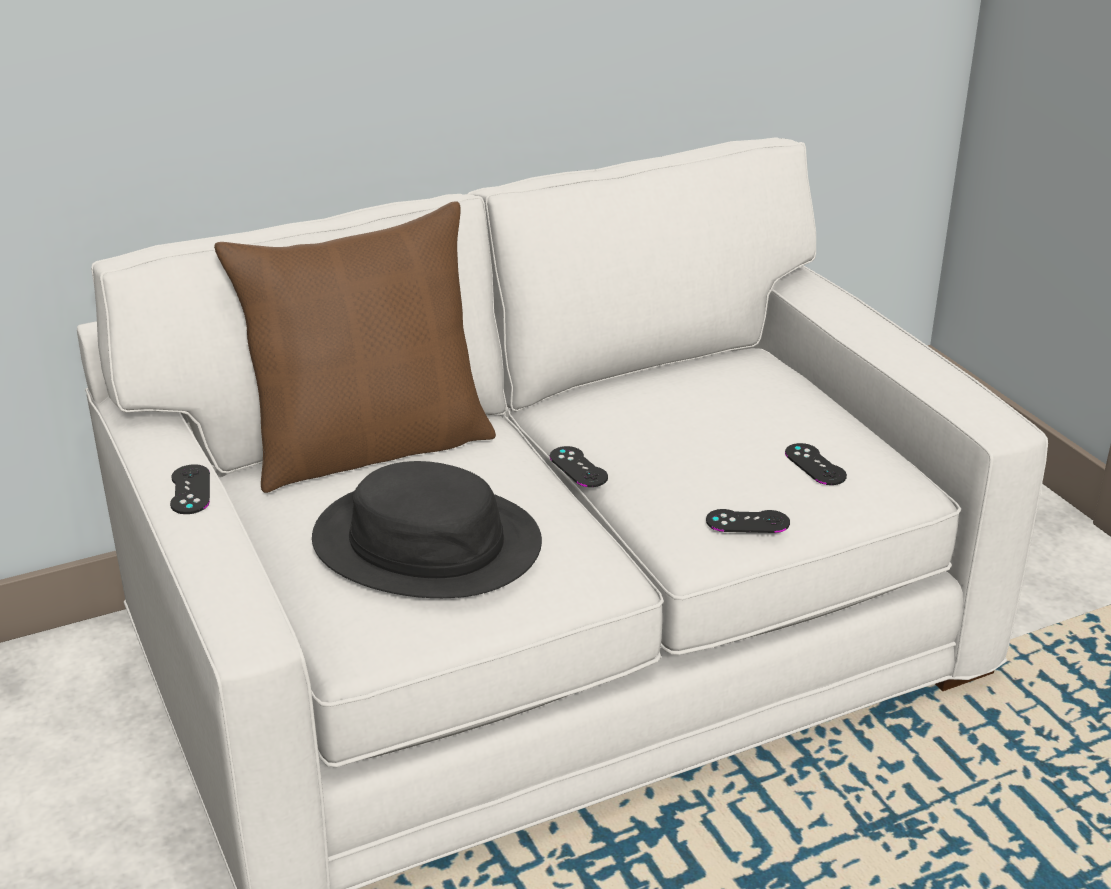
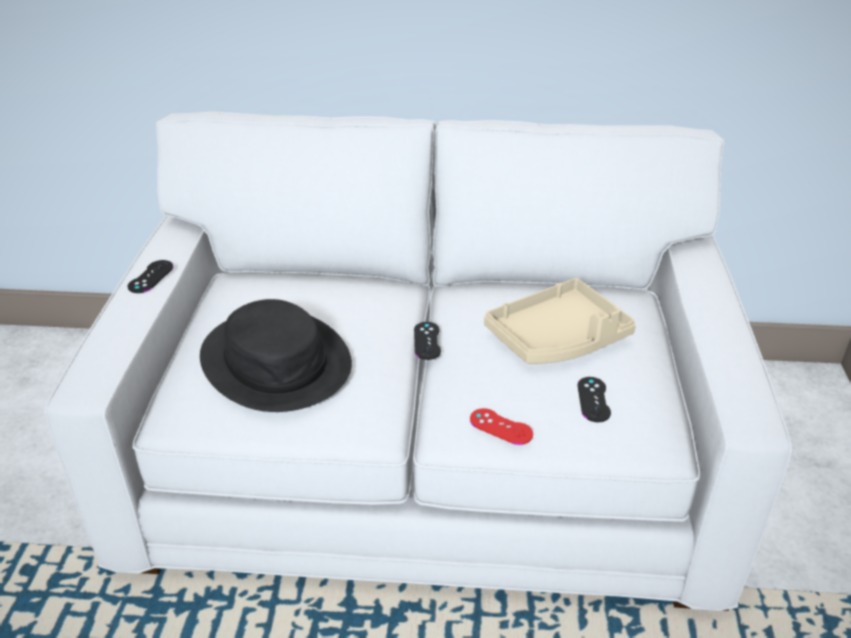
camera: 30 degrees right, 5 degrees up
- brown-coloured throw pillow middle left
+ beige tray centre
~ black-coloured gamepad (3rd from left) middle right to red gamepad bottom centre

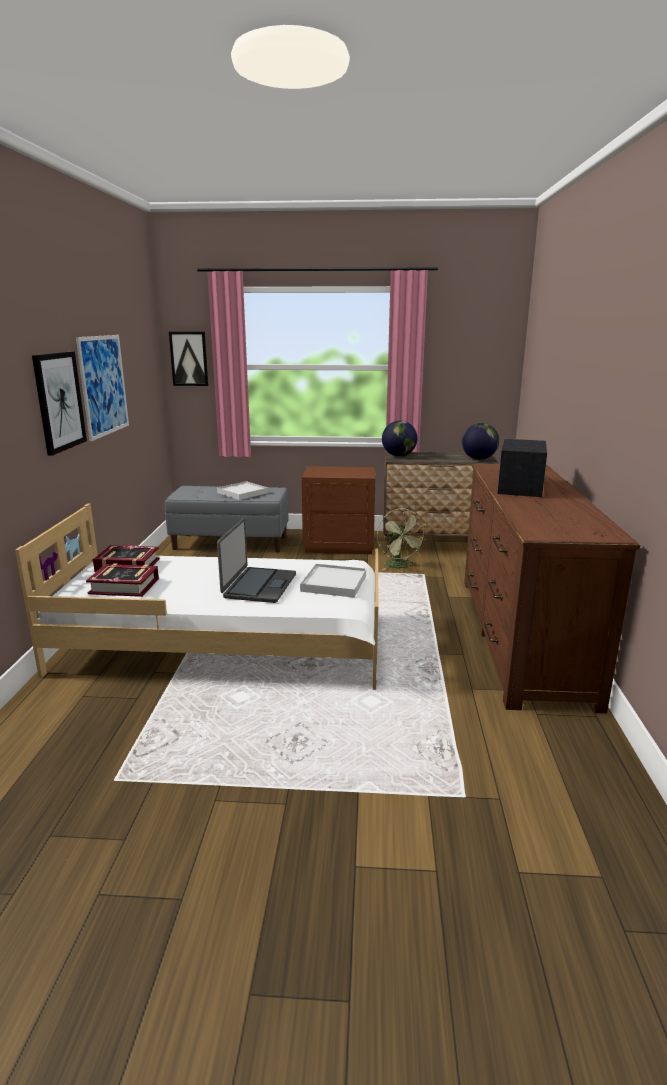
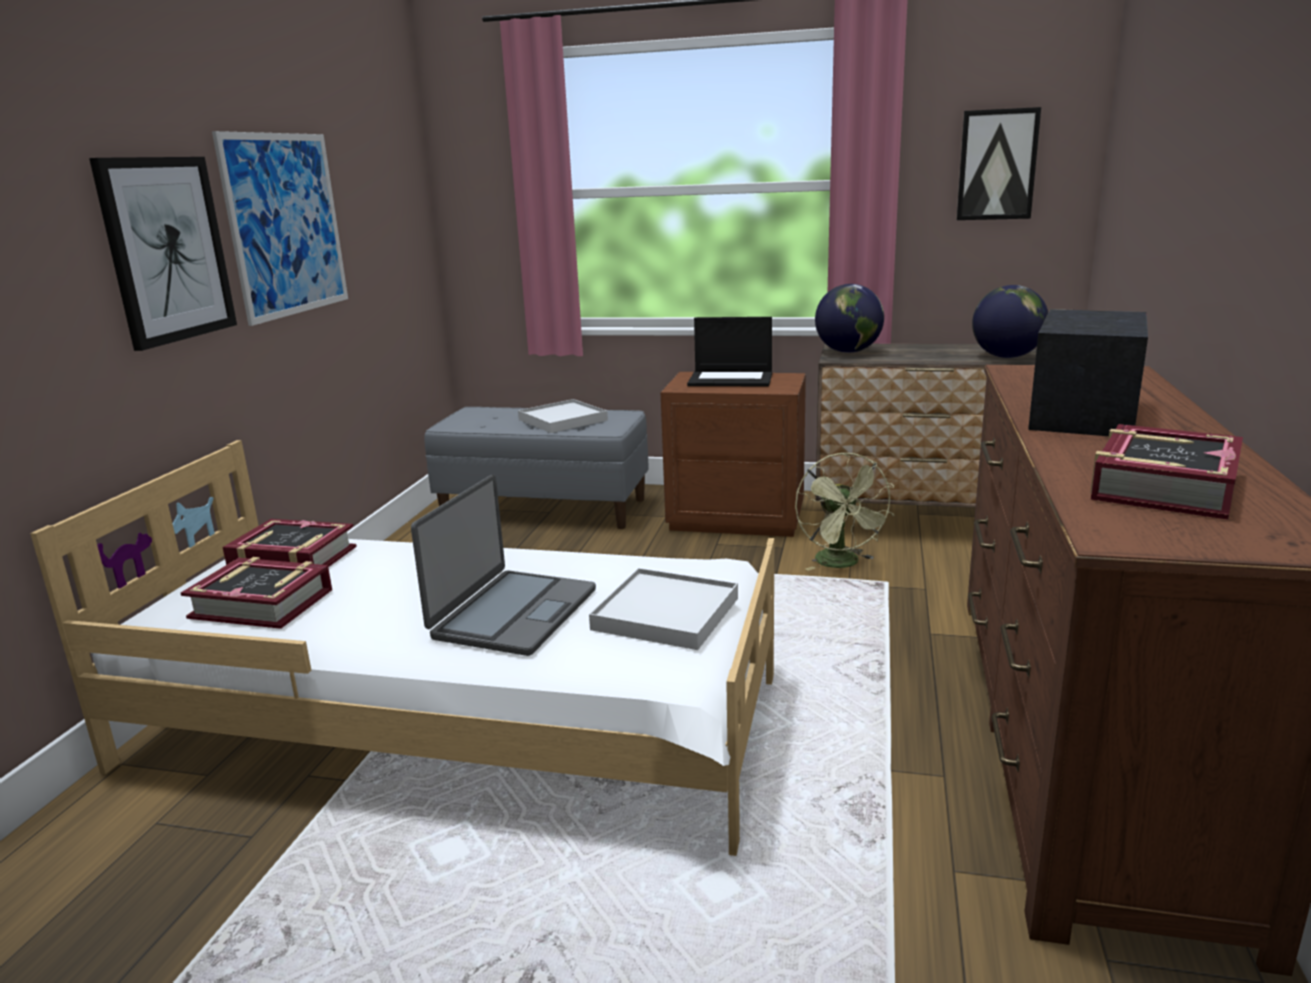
camera: 10 degrees right, 0 degrees up
+ notebook computer (2nd from left) centre
+ bound book (3rd from left) middle right
~ wall picture (3rd from left) top left to top right

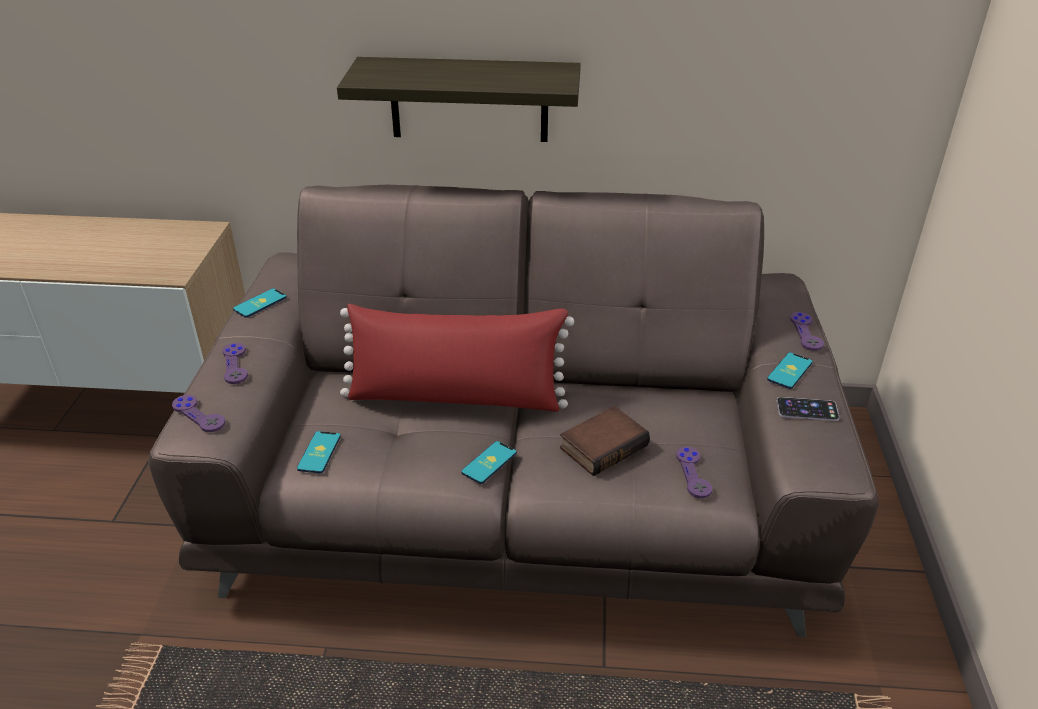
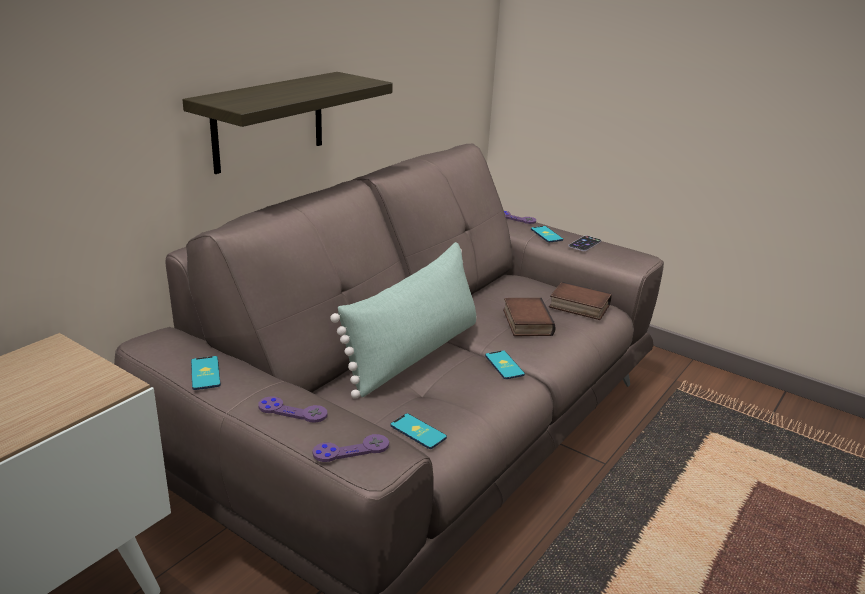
camera: 60 degrees left, 10 degrees down
~ purple-coloured gamepad (3rd from left) middle right to bound book (2nd from left) middle right
~ red throw pillow centre to greenish throw pillow centre

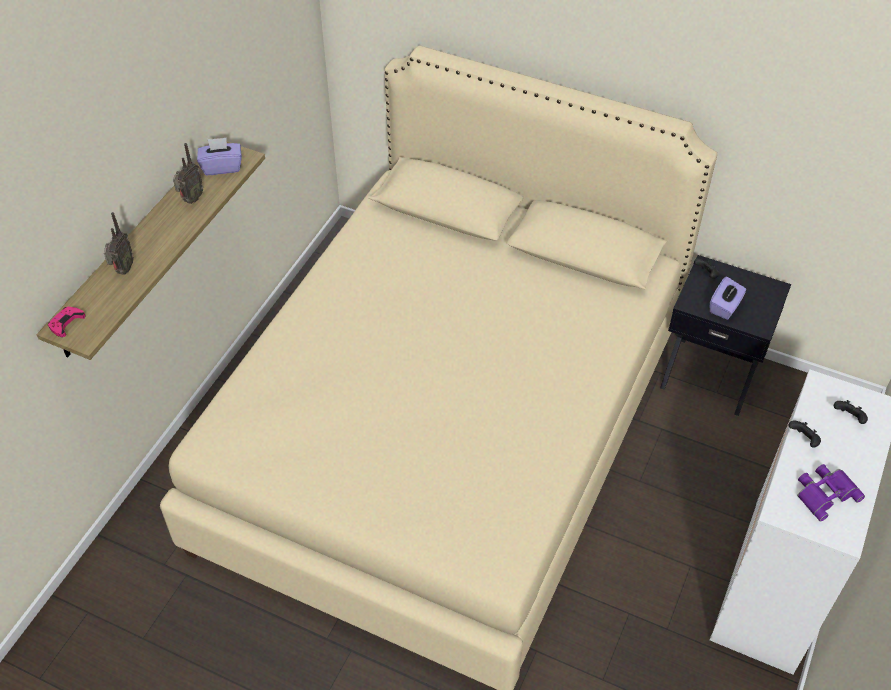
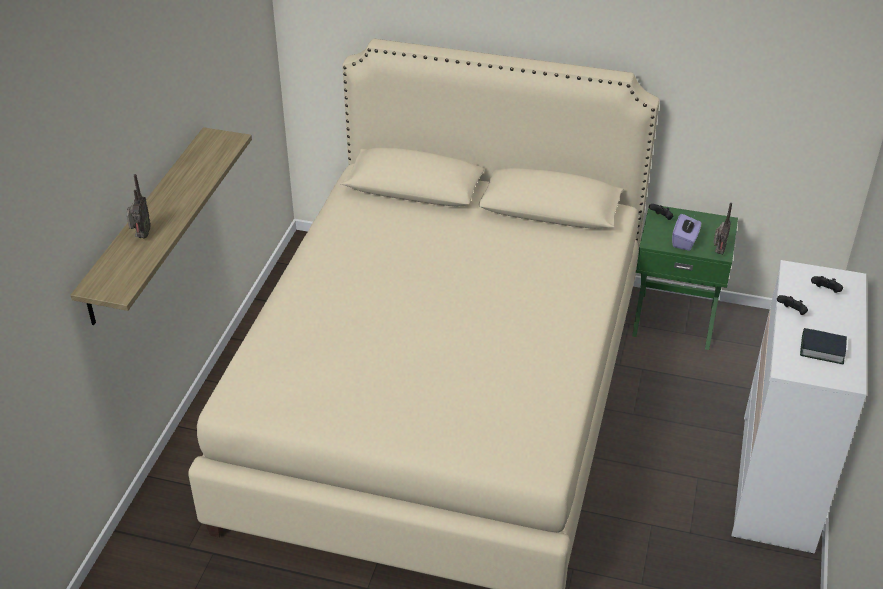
camera: 10 degrees left, 10 degrees down
- pink-coloured gamepad middle left
- purple-coloured tissue box (1st from left) top left
~ radio receiver (2nd from left) top left to middle right
~ purple-coloured binoculars bottom right to bound book middle right
~ black-coloured night table middle right to greenish night table middle right

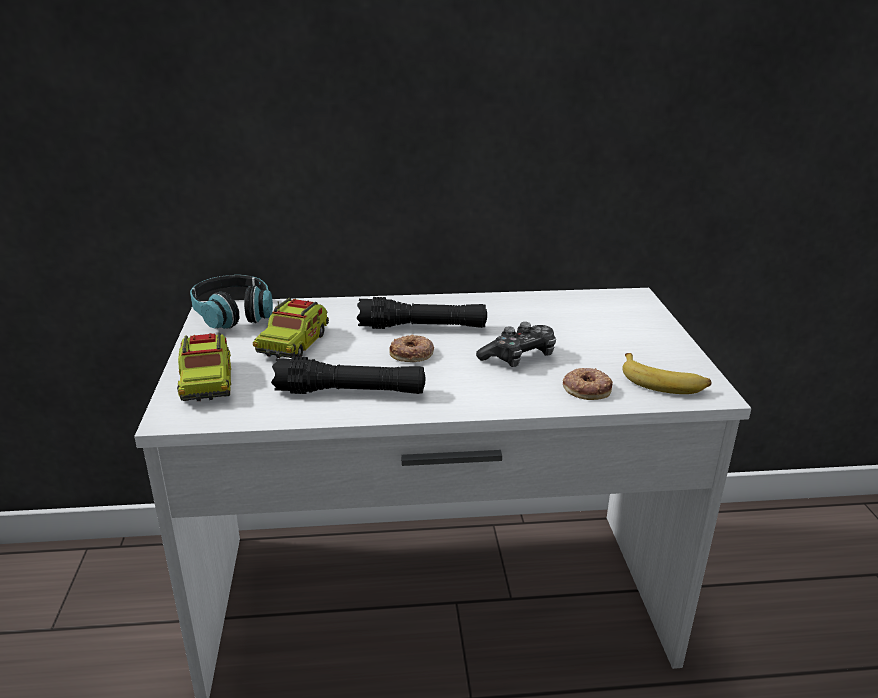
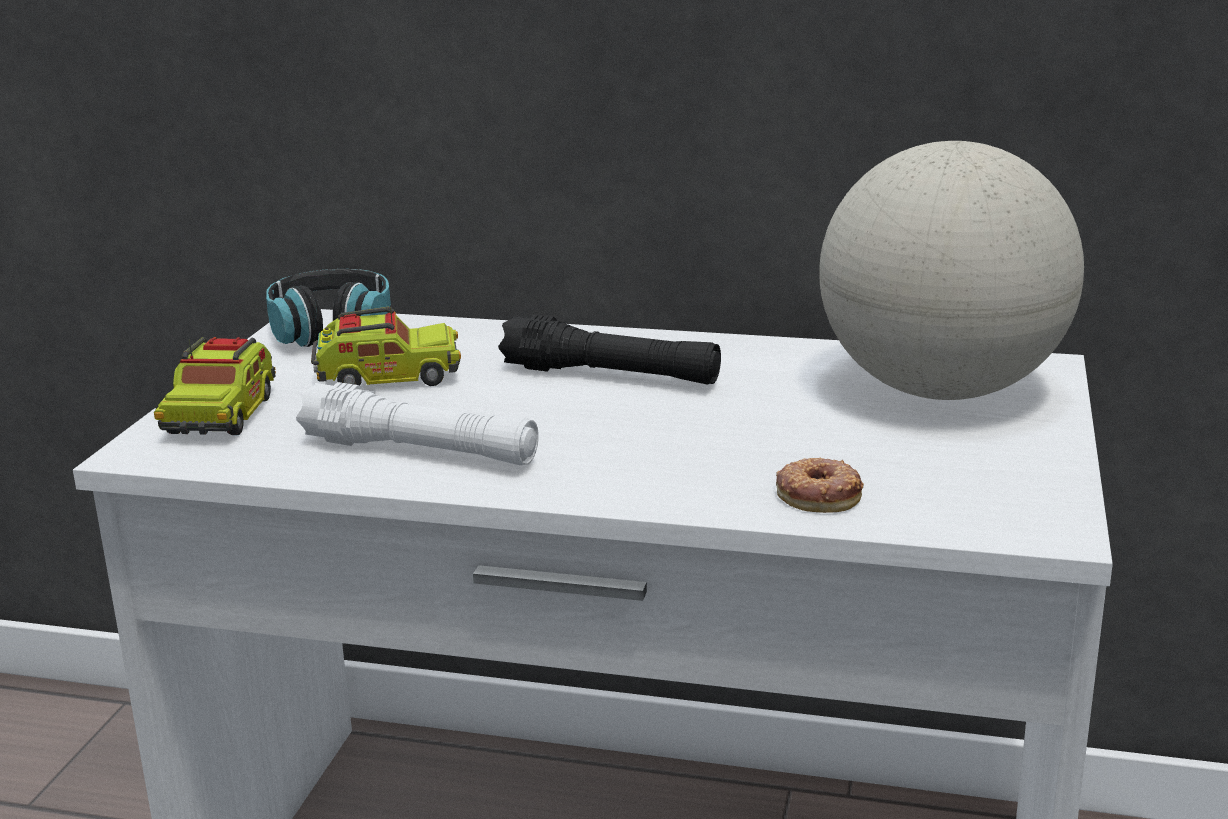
camera: 20 degrees right, 5 degrees down
- doughnut (1st from left) centre
- gamepad centre
- banana middle right
+ globe top right
~ black-coloured hand torch (1st from left) centre to white-coloured hand torch centre
~ toy truck (2nd from left) middle left = middle left 135 degrees counterclockwise

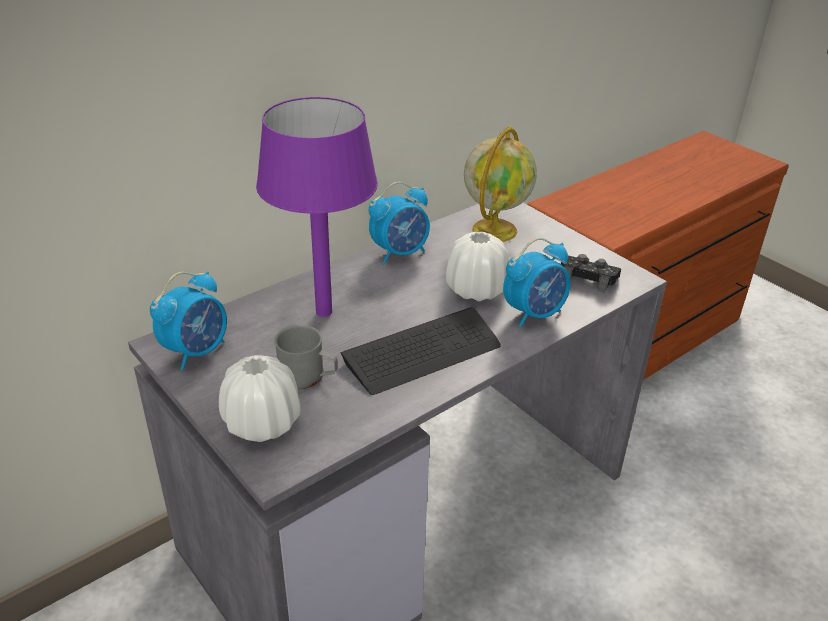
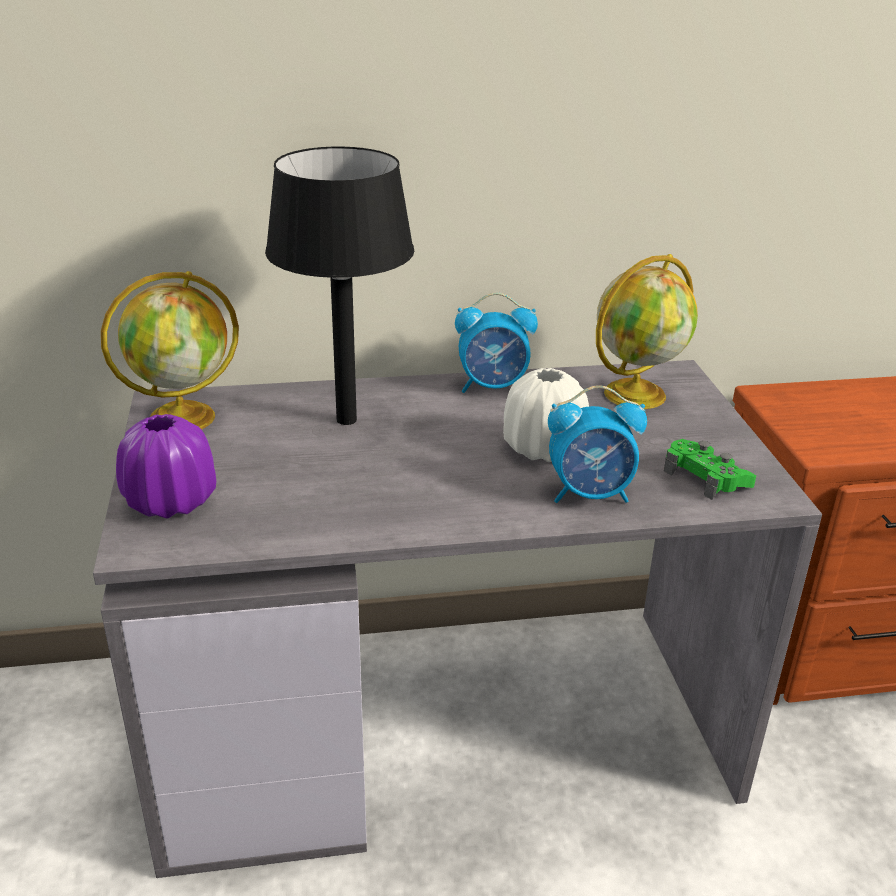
camera: 30 degrees right, 5 degrees down
- grey mug centre
- keyboard centre
~ alarm clock (1st from left) middle left to globe (1st from left) middle left
~ white-coloured flower vase (1st from left) middle left to purple-coloured flower vase middle left
~ purple-coloured lamp for a table centre to black-coloured lamp for a table top centre
~ black-coloured gamepad middle right to greenish gamepad middle right

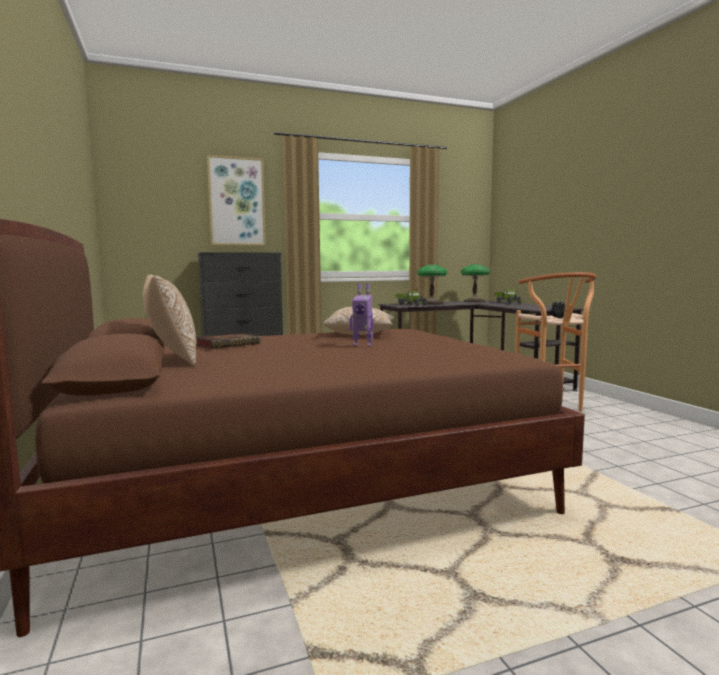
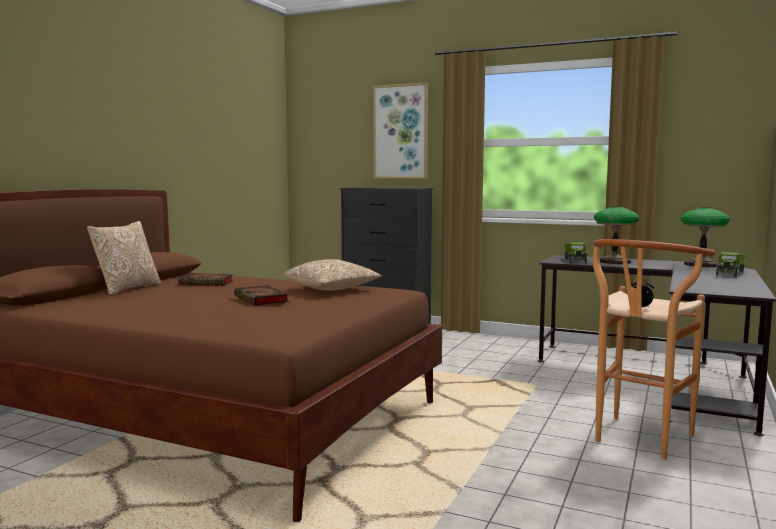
camera: 45 degrees right, 0 degrees up
~ model robot centre to bound book (2nd from left) centre

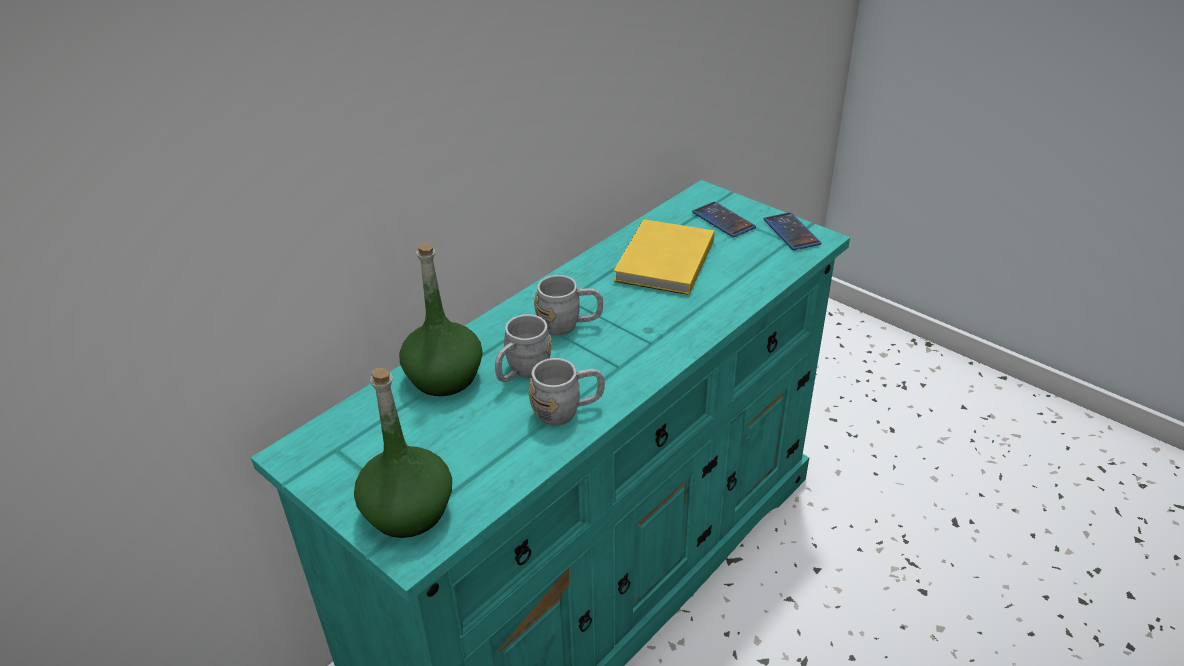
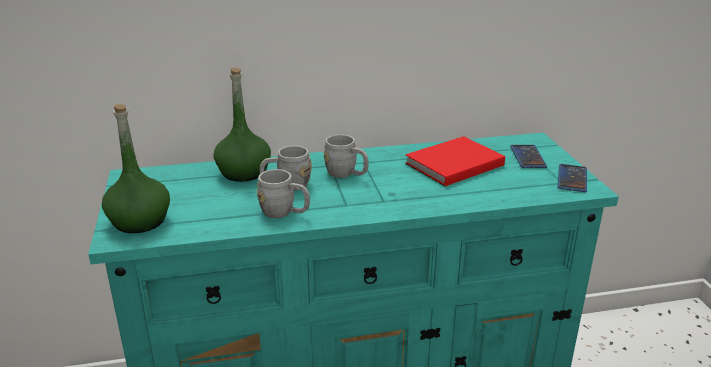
camera: 35 degrees right, 10 degrees down
~ yellow bound book centre to red bound book centre

